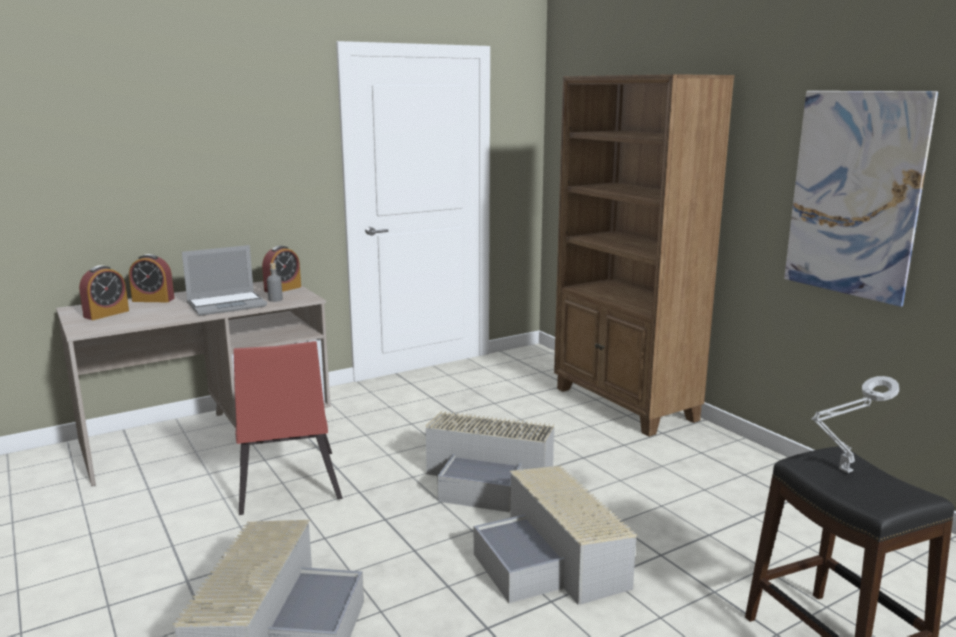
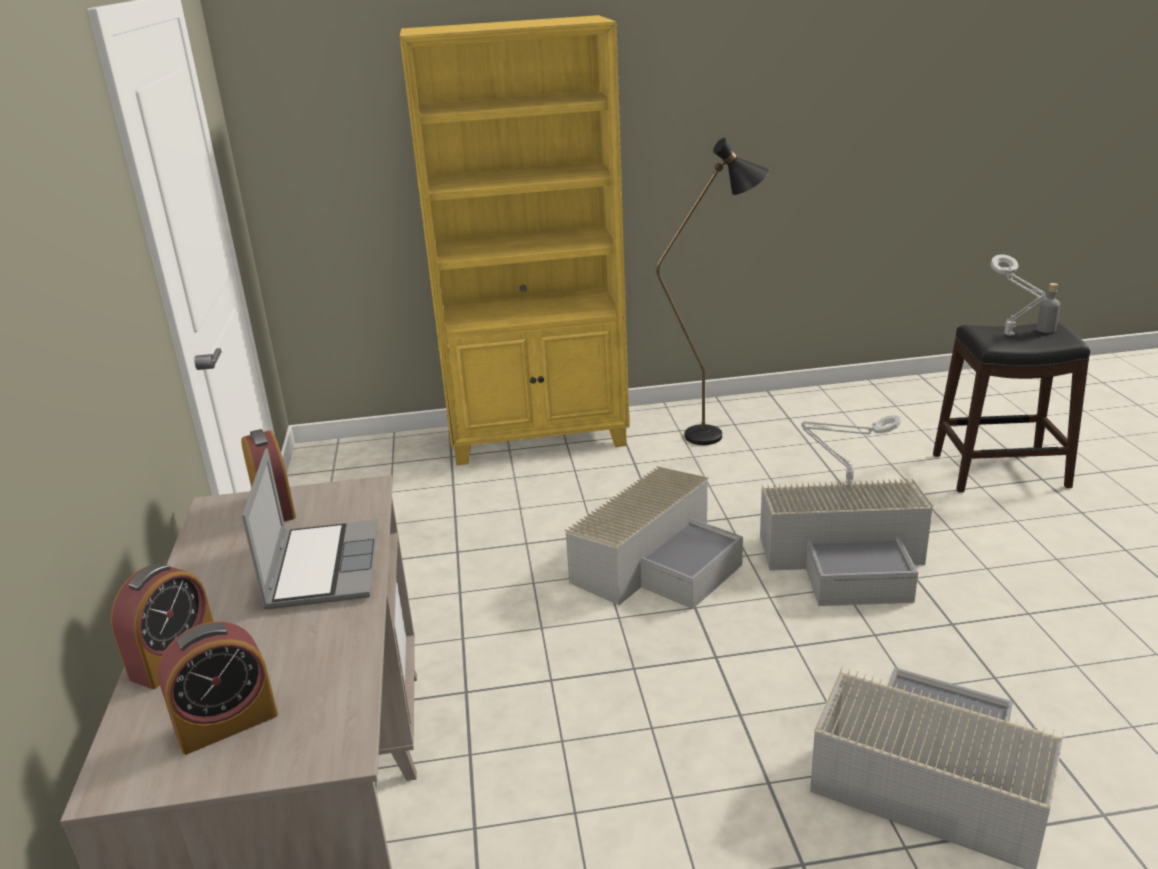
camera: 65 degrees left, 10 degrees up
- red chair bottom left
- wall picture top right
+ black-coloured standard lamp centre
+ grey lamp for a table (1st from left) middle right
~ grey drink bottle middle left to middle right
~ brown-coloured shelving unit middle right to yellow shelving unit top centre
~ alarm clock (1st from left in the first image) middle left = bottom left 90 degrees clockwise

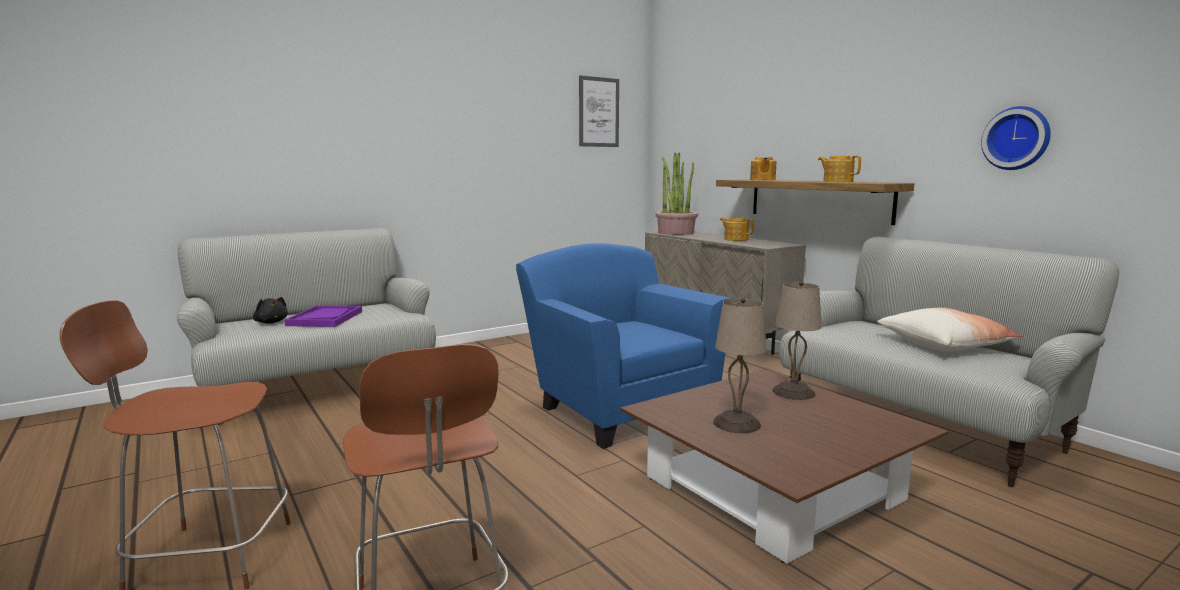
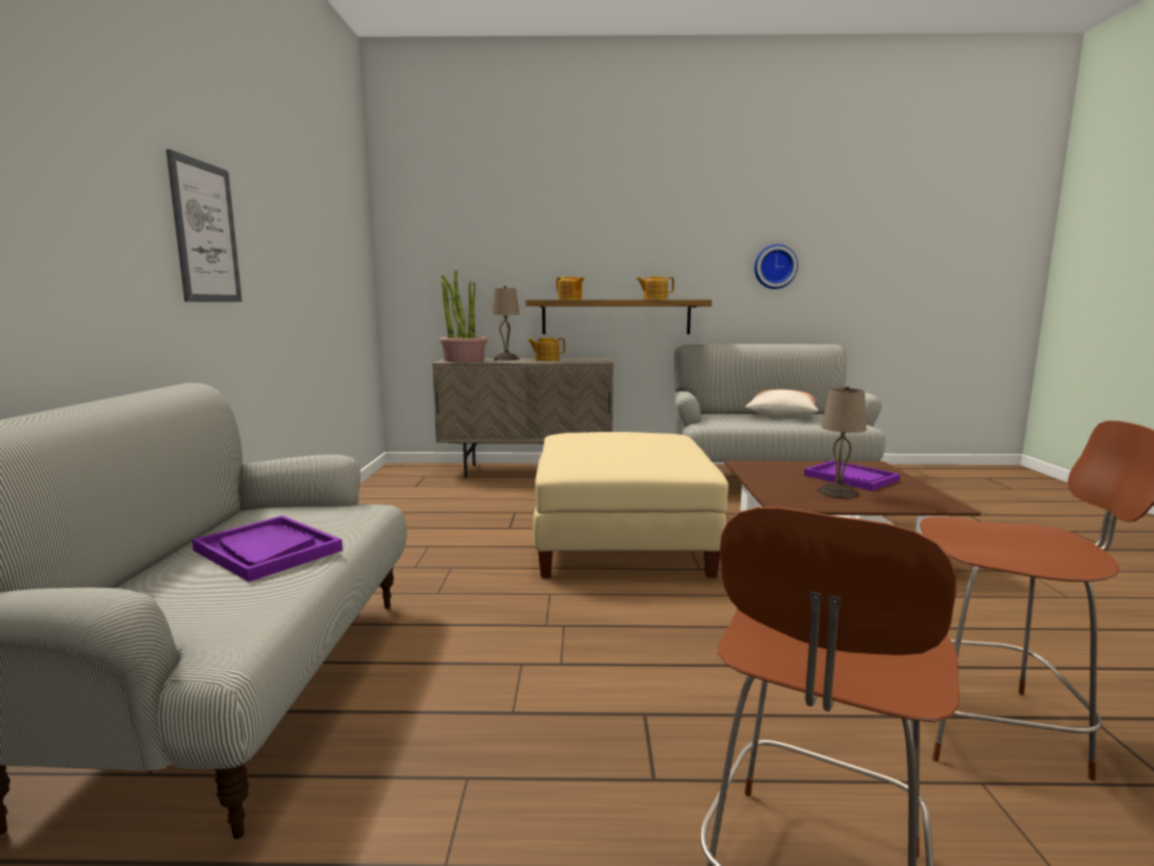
camera: 55 degrees left, 0 degrees up
- black-coloured soft toy middle left
+ purple-coloured tray (2nd from left) middle right
~ wall picture top centre to top left
~ beige lamp for a table (2nd from left in the first image) middle right to beige lamp for a table (1st from left) centre
~ blue-coloured easy chair centre to beige ottoman centre

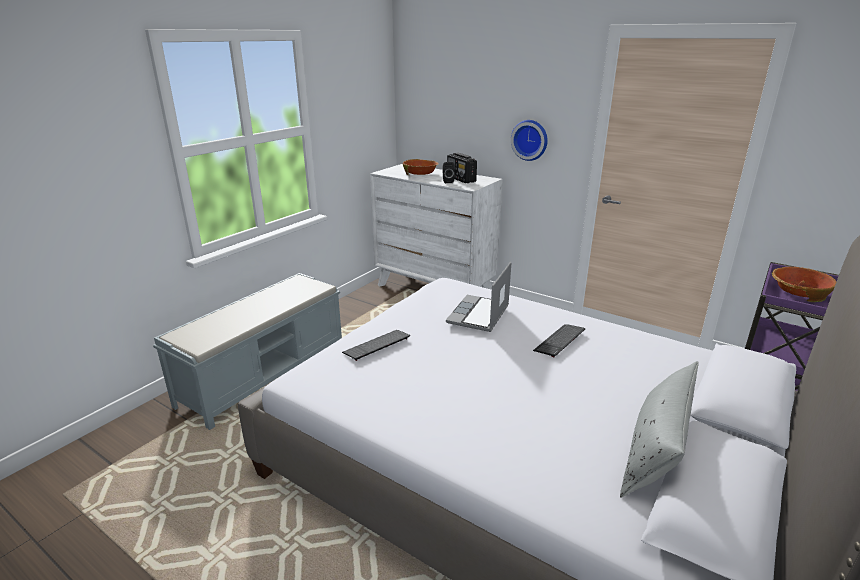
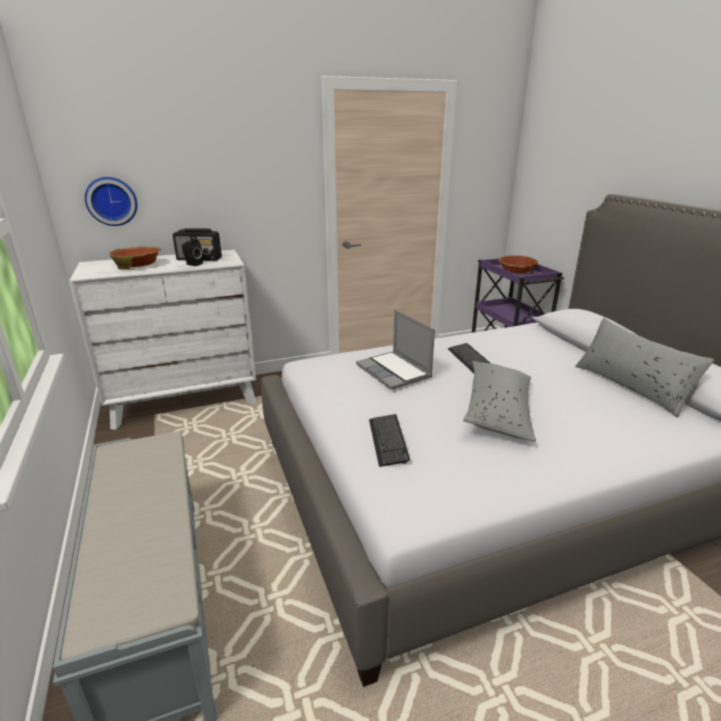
camera: 55 degrees left, 0 degrees up
+ grey throw pillow (1st from left) middle right
~ clock on the wall top centre to top left

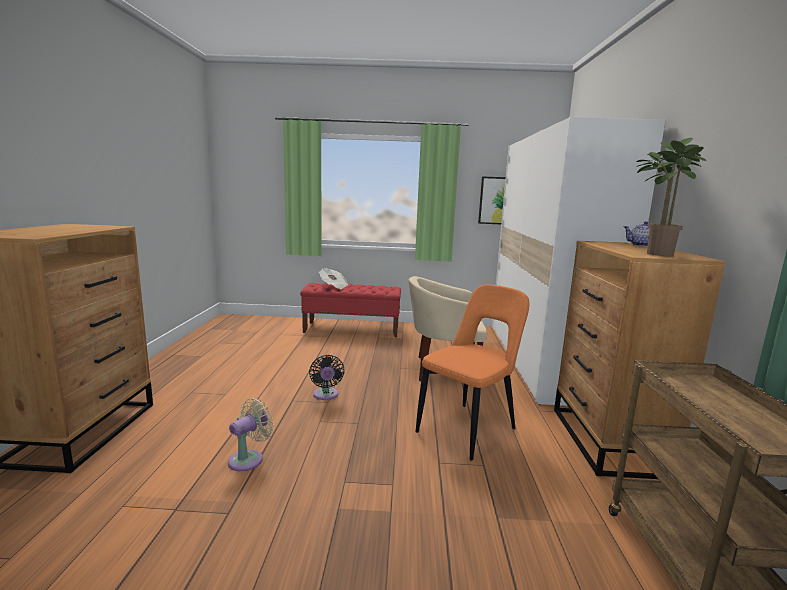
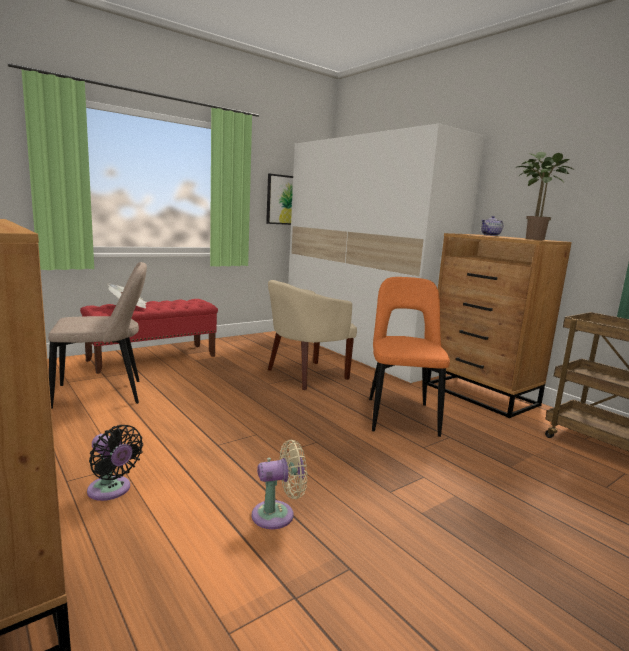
camera: 40 degrees left, 0 degrees up
+ beige chair middle left
~ black-coloured cooling fan centre to bottom left
~ beige cooling fan bottom left = bottom centre 75 degrees clockwise

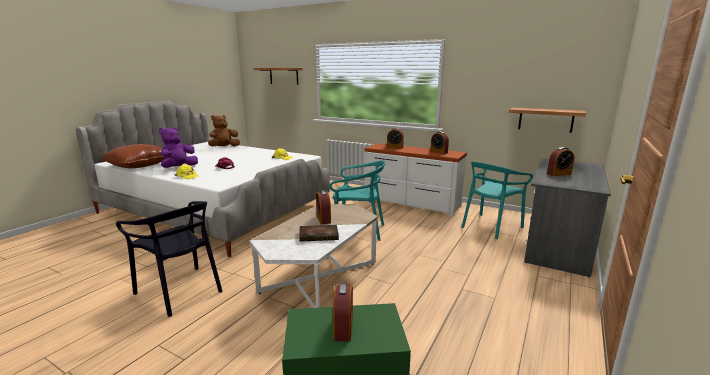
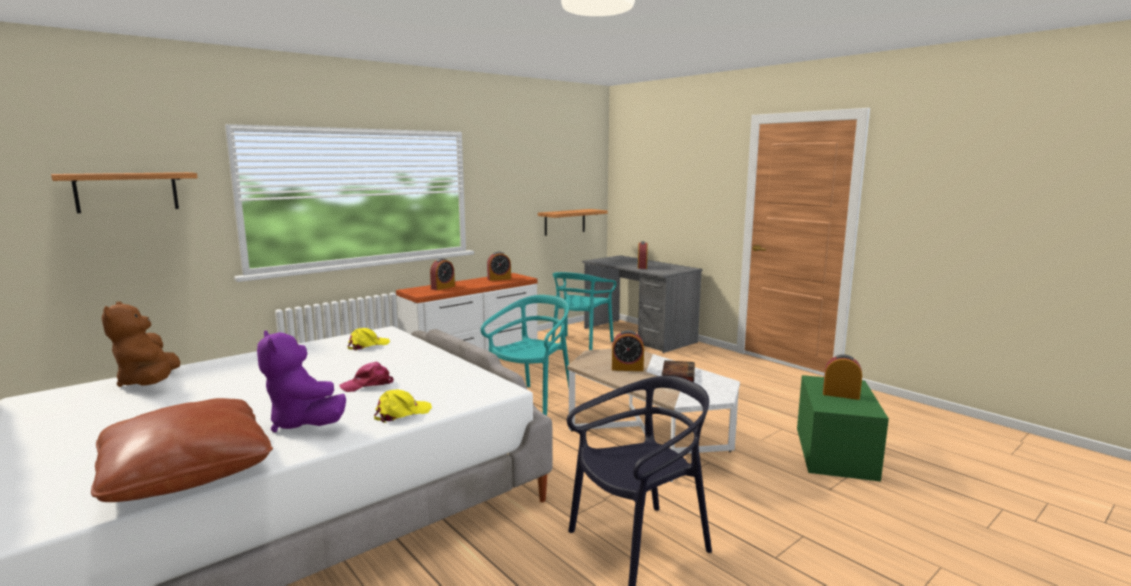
camera: 70 degrees left, 5 degrees down
~ turquoise chair (2nd from left) middle right = centre 45 degrees clockwise

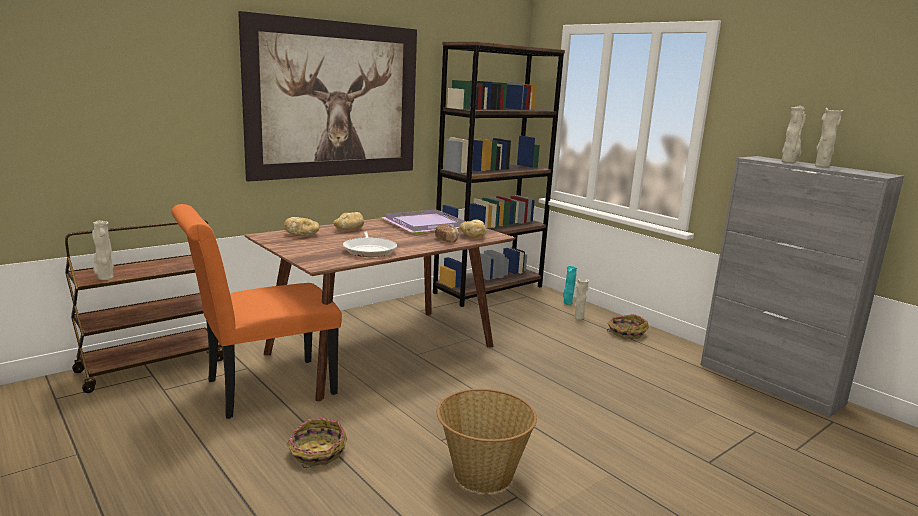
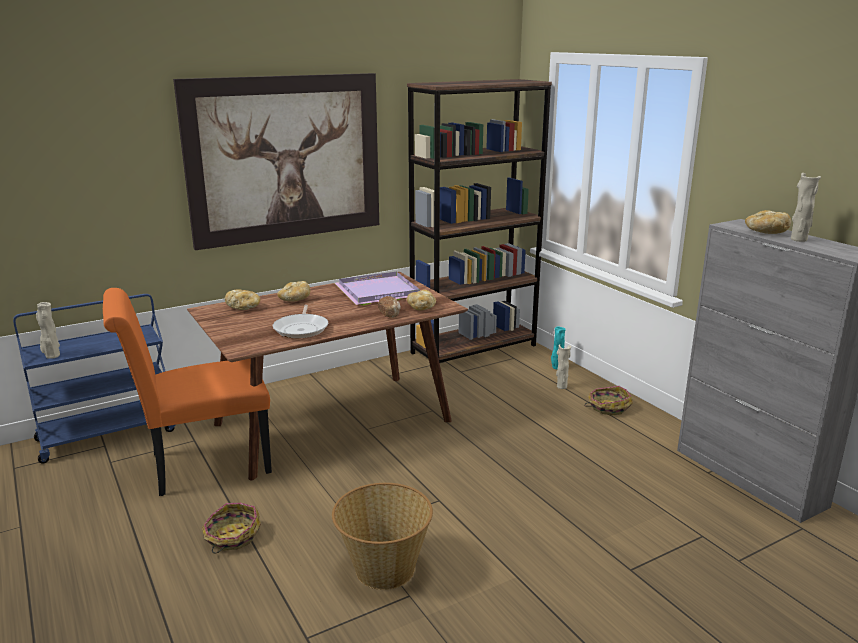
camera: 10 degrees right, 5 degrees up
~ beige flower vase (3rd from left) top right to baked bread (5th from left) middle right
~ brown-coloured wheeled cart middle left to blue-coloured wheeled cart middle left

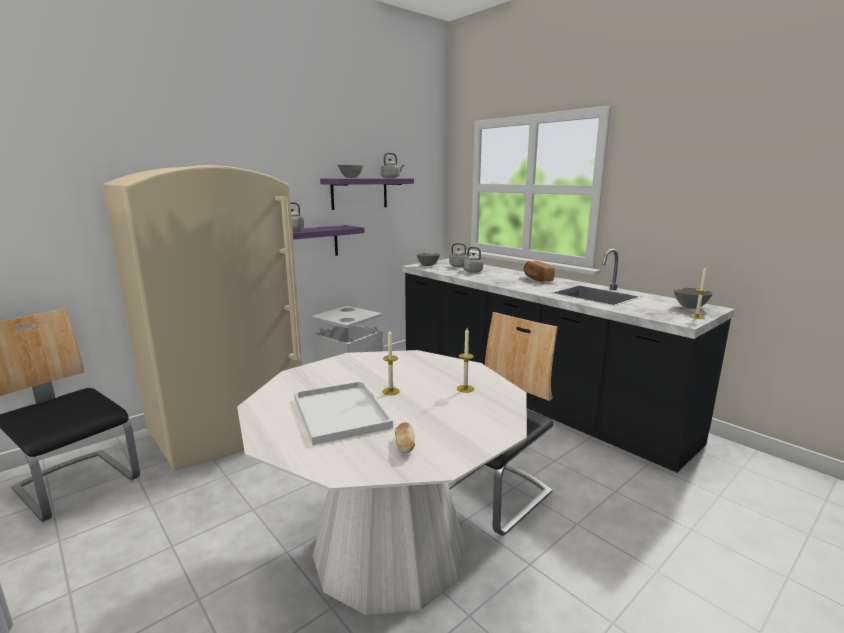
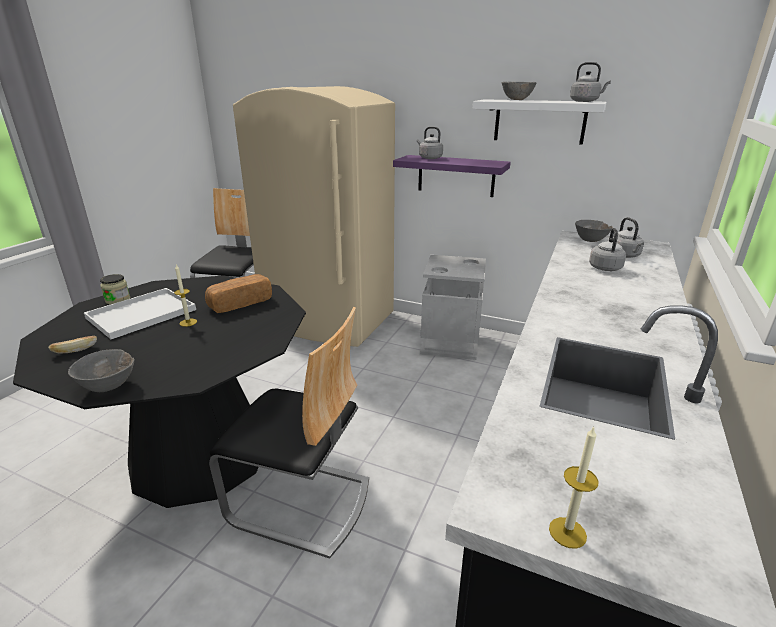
camera: 65 degrees right, 10 degrees up
- wax light (2nd from left) centre
+ jar middle left
~ baked bread (2nd from left) centre to middle left
~ grey bowl (3rd from left in the first image) middle right to grey bowl (1st from left) middle left
~ white-coloured kitchen table bottom centre to black-coloured kitchen table middle left
~ purple-coloured shelf (2nd from left) top centre to white-coloured shelf top right

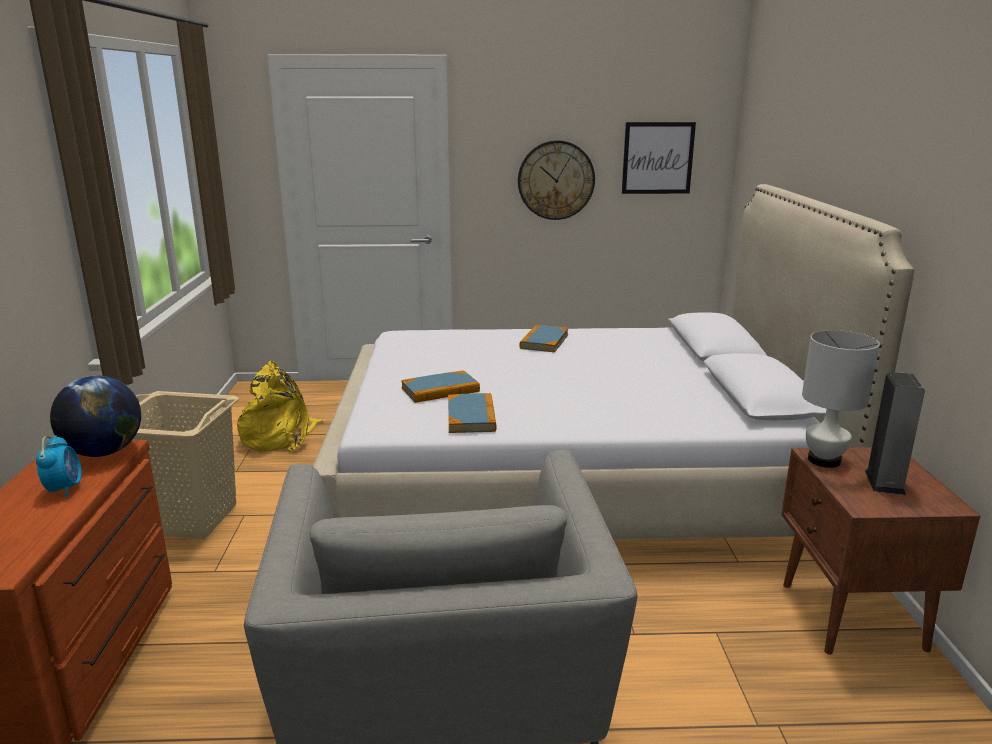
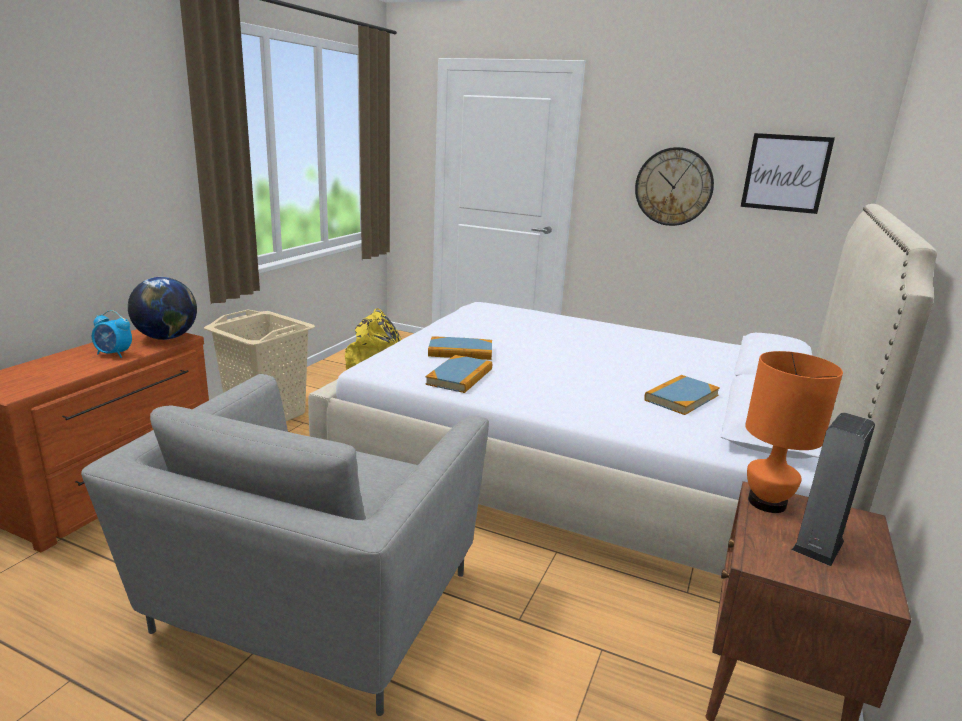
camera: 25 degrees right, 0 degrees up
~ bound book (3rd from left) centre to middle right
~ white-coloured lamp for a table middle right to orange lamp for a table middle right
~ alarm clock middle left = middle left 90 degrees clockwise

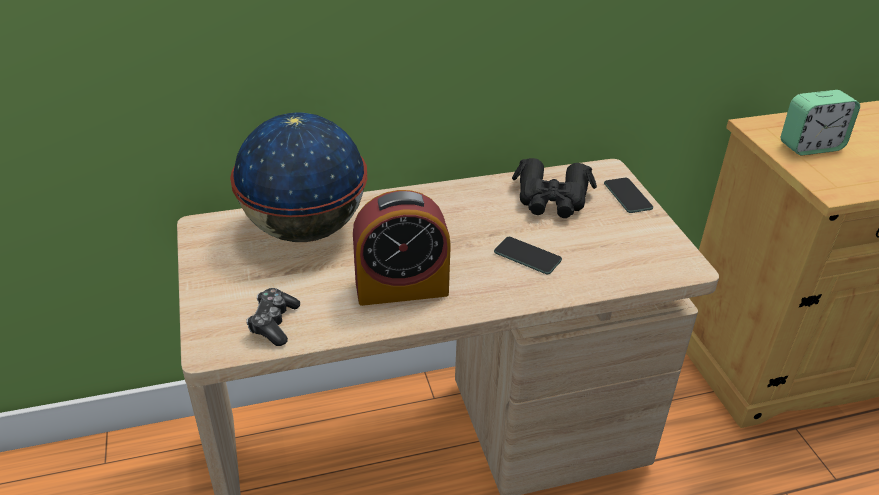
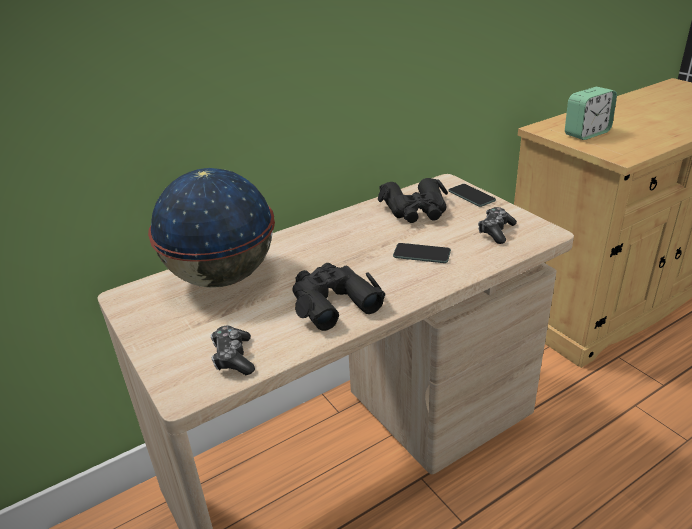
camera: 15 degrees left, 5 degrees down
+ gamepad (2nd from left) middle right
~ alarm clock (1st from left) centre to black-coloured binoculars (1st from left) centre

